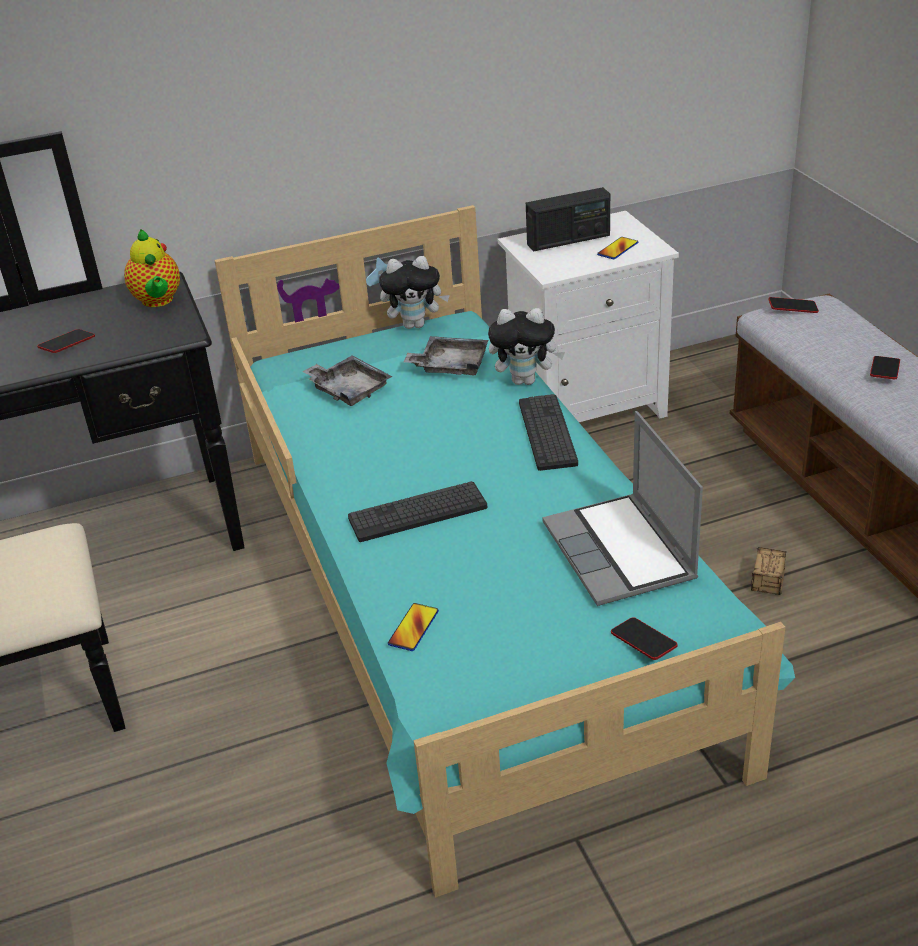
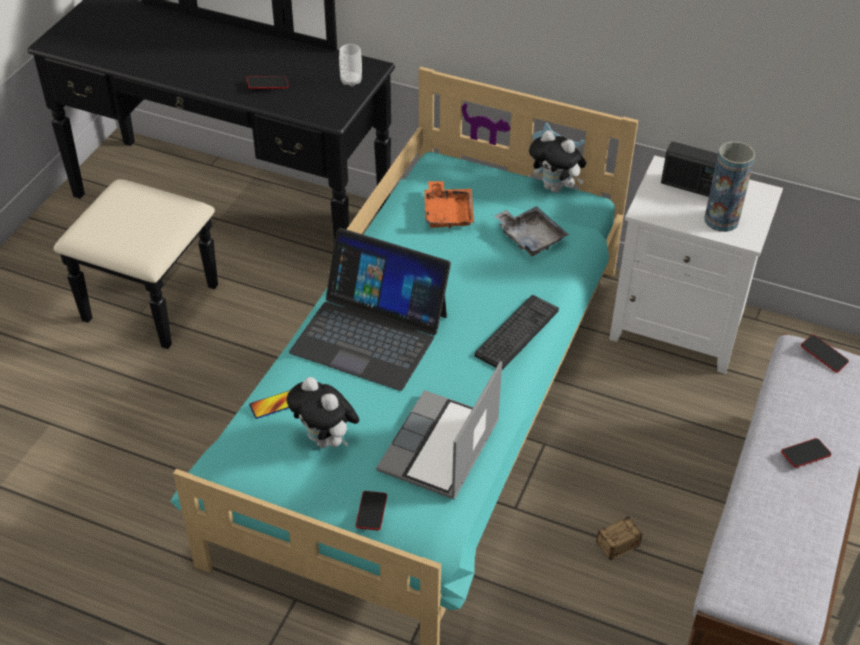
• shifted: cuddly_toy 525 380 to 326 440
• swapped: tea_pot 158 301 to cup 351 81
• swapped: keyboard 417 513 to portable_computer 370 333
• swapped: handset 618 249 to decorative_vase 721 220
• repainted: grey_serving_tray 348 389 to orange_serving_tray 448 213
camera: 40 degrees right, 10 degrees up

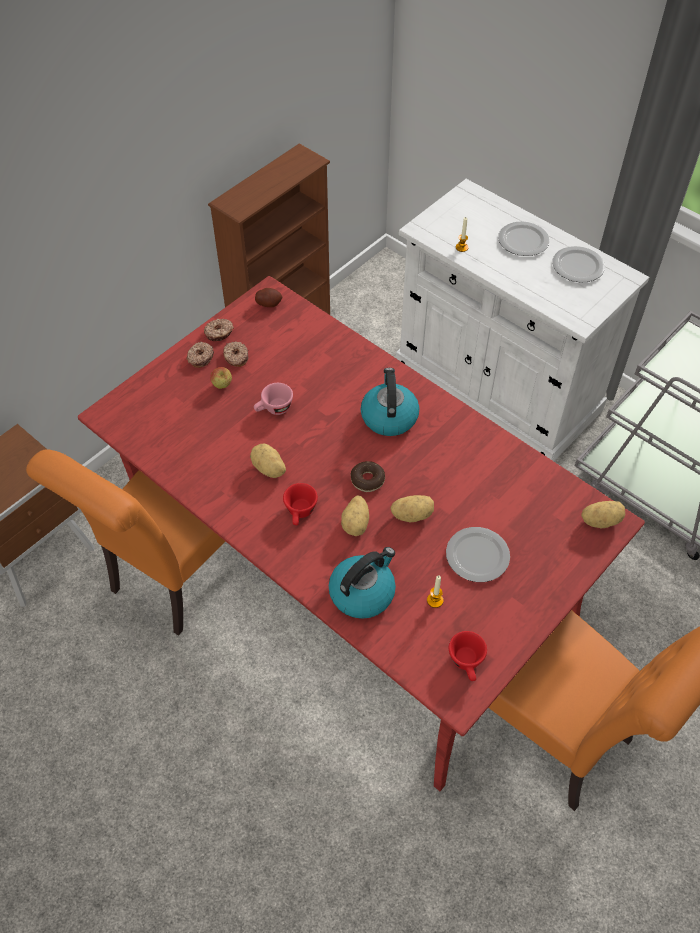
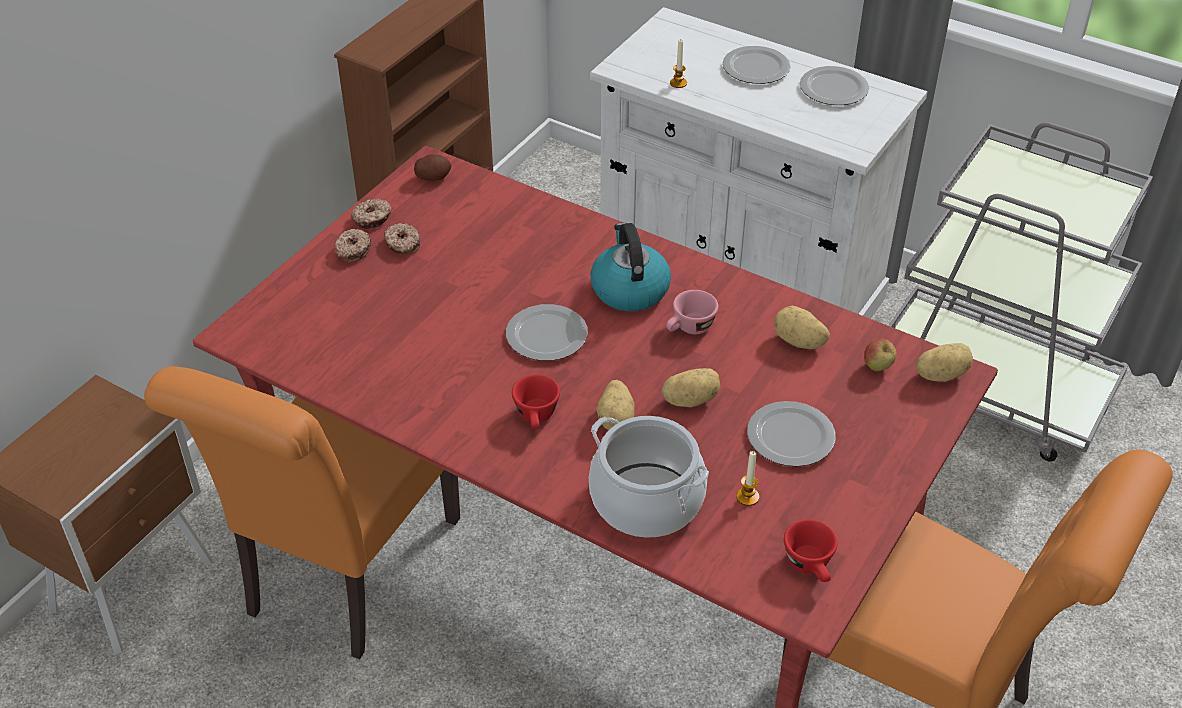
• gone: donut 367 480
• new: flat_dish 546 334
• shifted: apple 222 385 to 877 367
• shifted: spud 268 469 to 799 342
• shifted: pink-coloured_cup 274 409 to 689 329
• swapped: kettle 362 592 to cooking_pot 646 501
camera: 10 degrees left, 10 degrees down

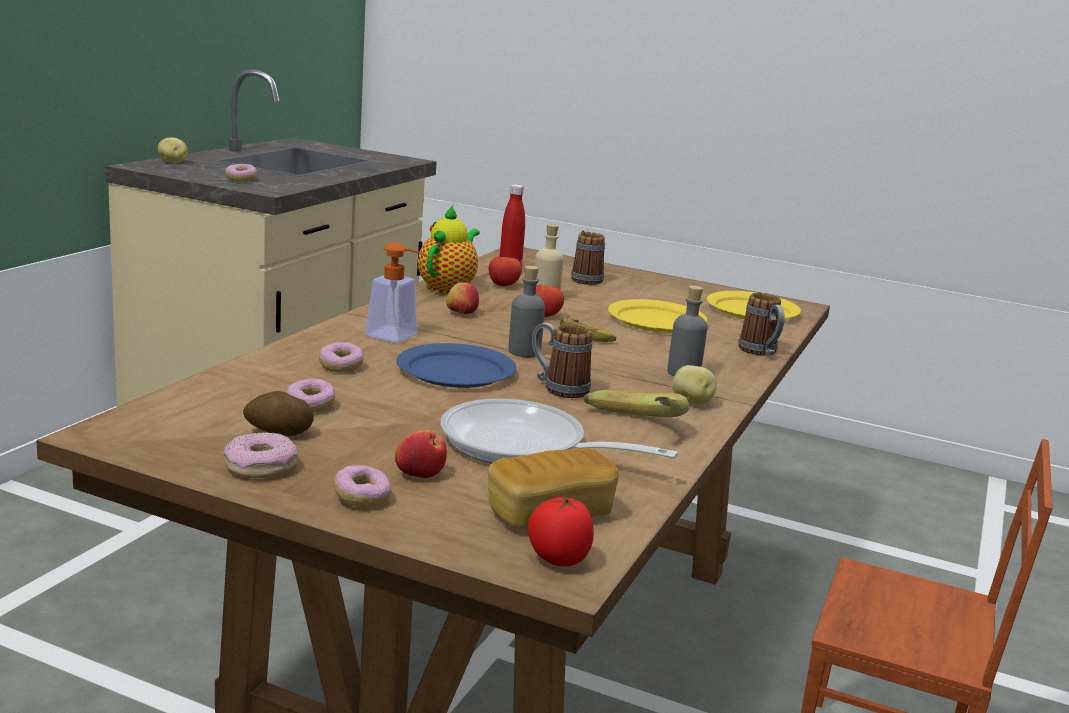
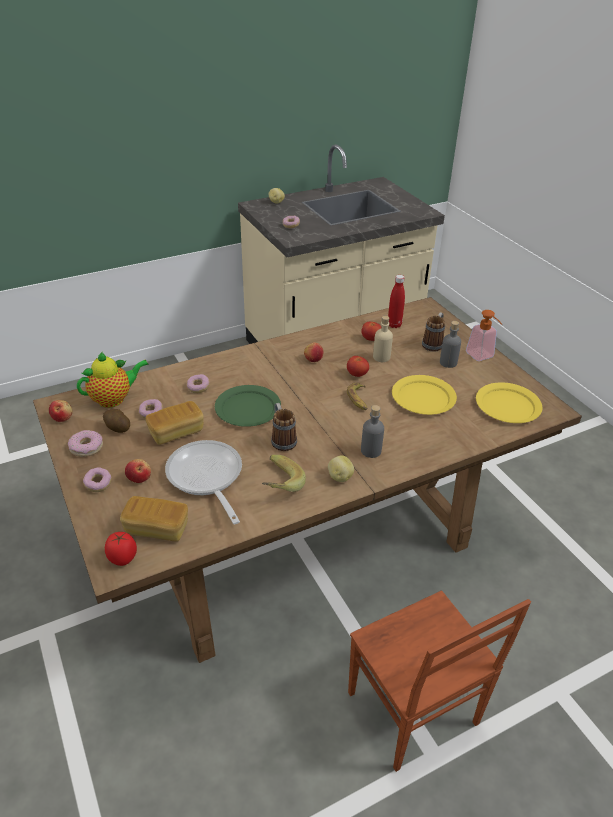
• gone: coffee_mug 761 352
• new: apple 62 417
• new: baked_bread 176 432
• shifted: soap_dispenser 399 338 to 482 357
• shifted: tea_pot 448 288 to 114 399
• shifted: grey_drink_bottle 524 351 to 448 362
• repainted: bluish_flat_dish 456 371 to green-coloured_flat_dish 248 409
camera: 40 degrees right, 20 degrees up

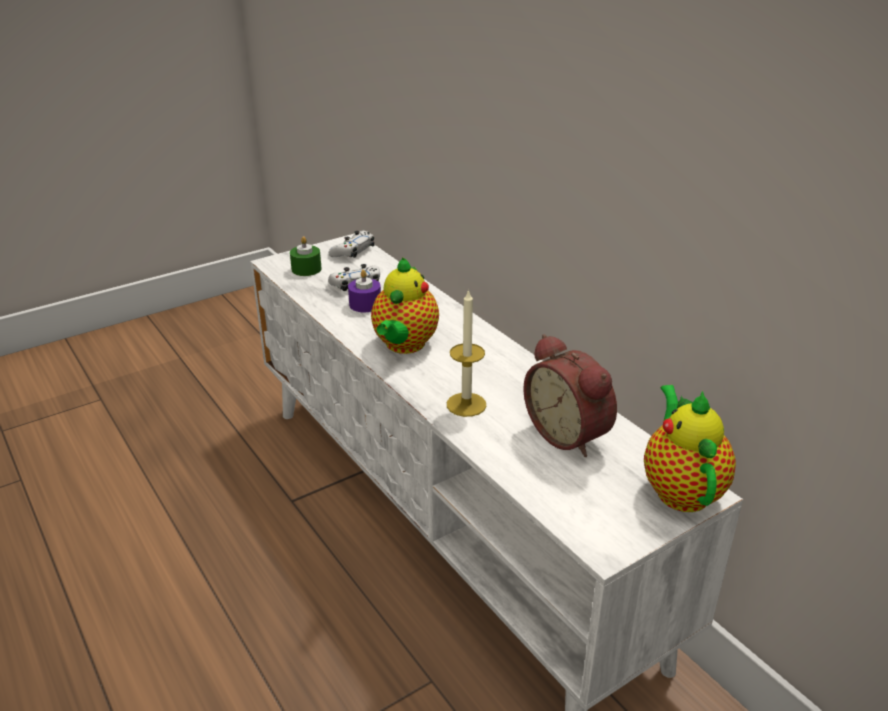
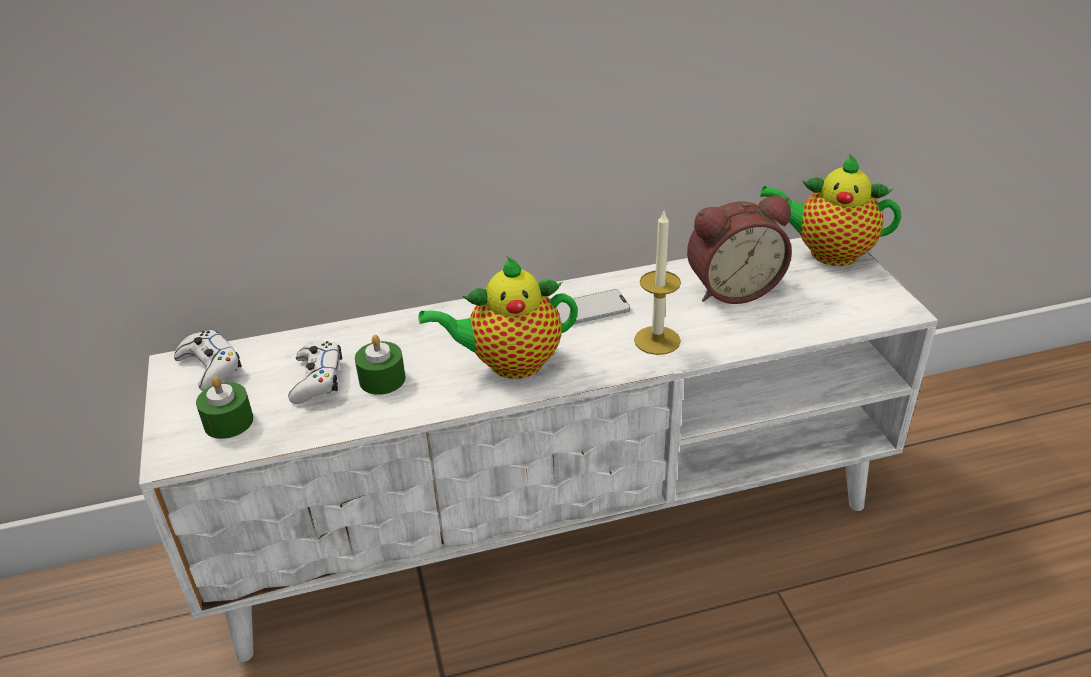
• new: handset 588 310
• repainted: purple_candle 365 304 to green-coloured_candle 382 379
• rotated: tea_pot 404 345 = 509 363 135 degrees clockwise
camera: 70 degrees left, 5 degrees up

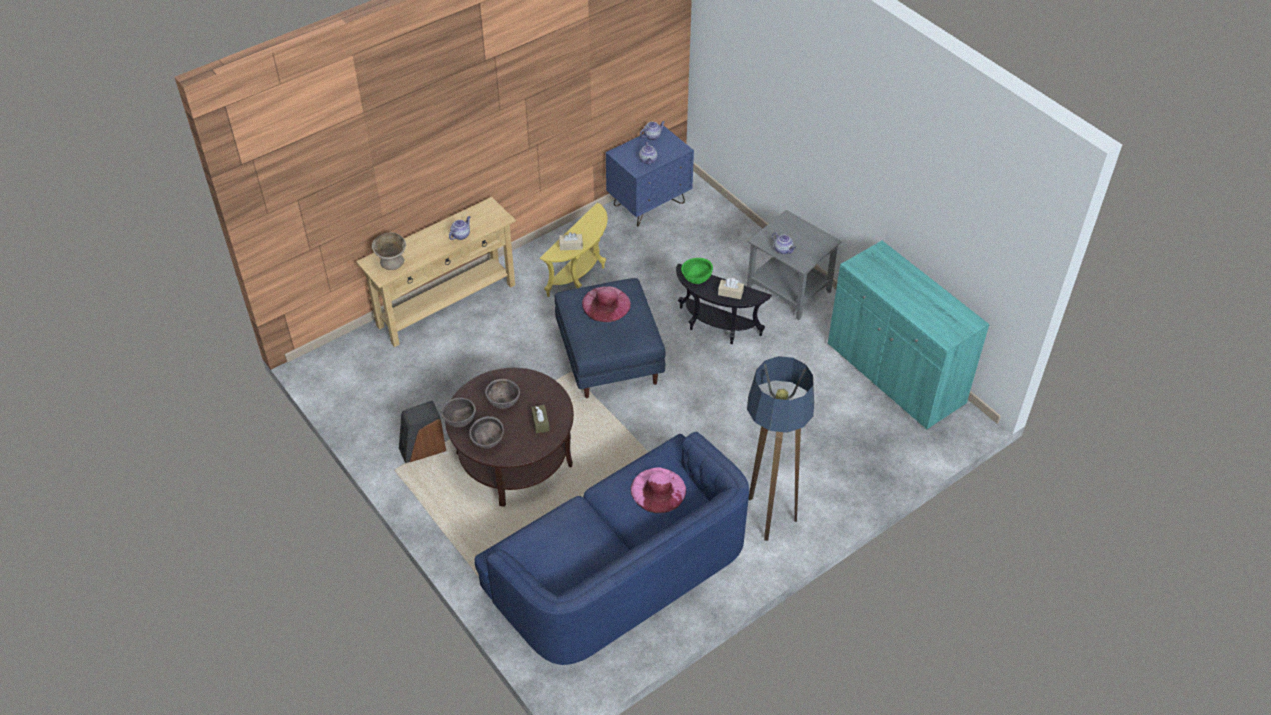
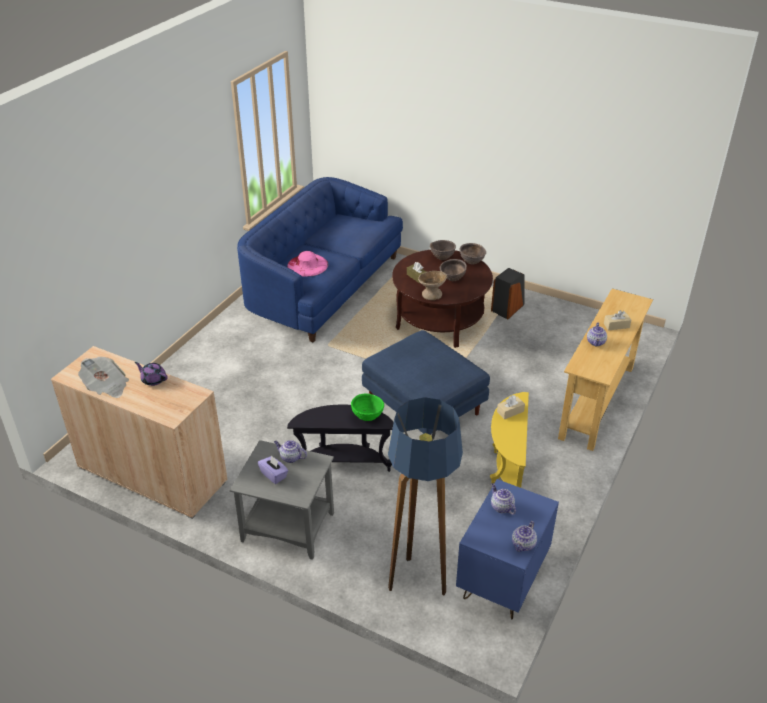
• gone: pink-coloured_hat 606 304
• new: printed_paper 106 387
• new: purple_tea_pot 153 380
• new: purple_tissue_holder 274 475
• shifted: sand-coloured_deep_dish 392 262 to 432 294
• shifted: sand-coloured_tissue_holder 730 293 to 616 325
• shifted: floor_lamp 766 515 to 419 582
• repainted: blue-green_cabinet 895 374 to sand-coloured_cabinet 152 474
camera: 155 degrees right, 10 degrees down

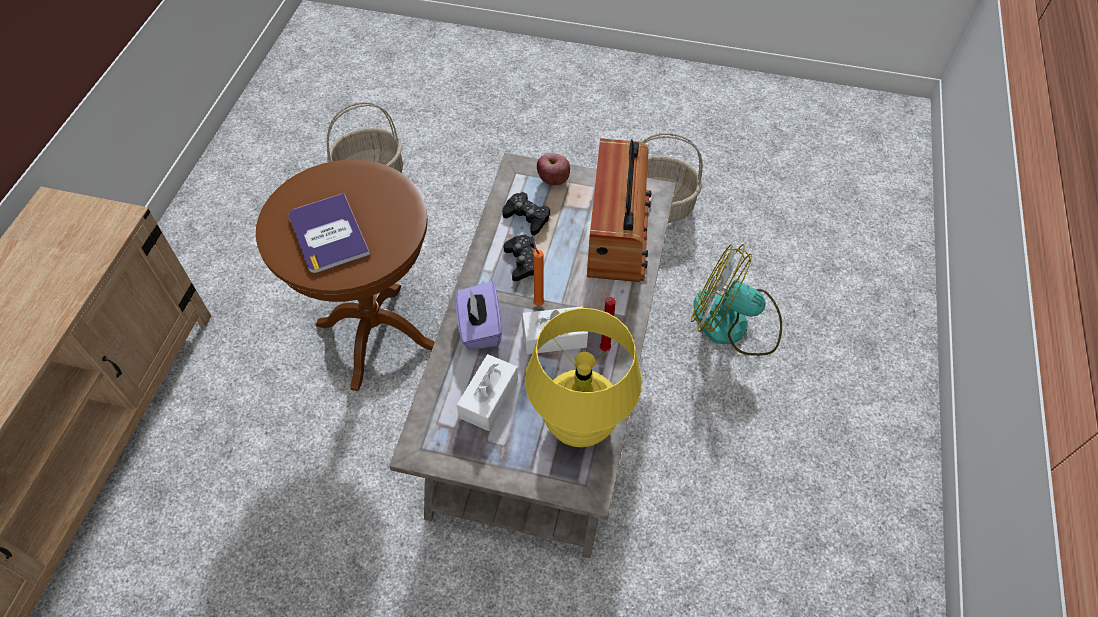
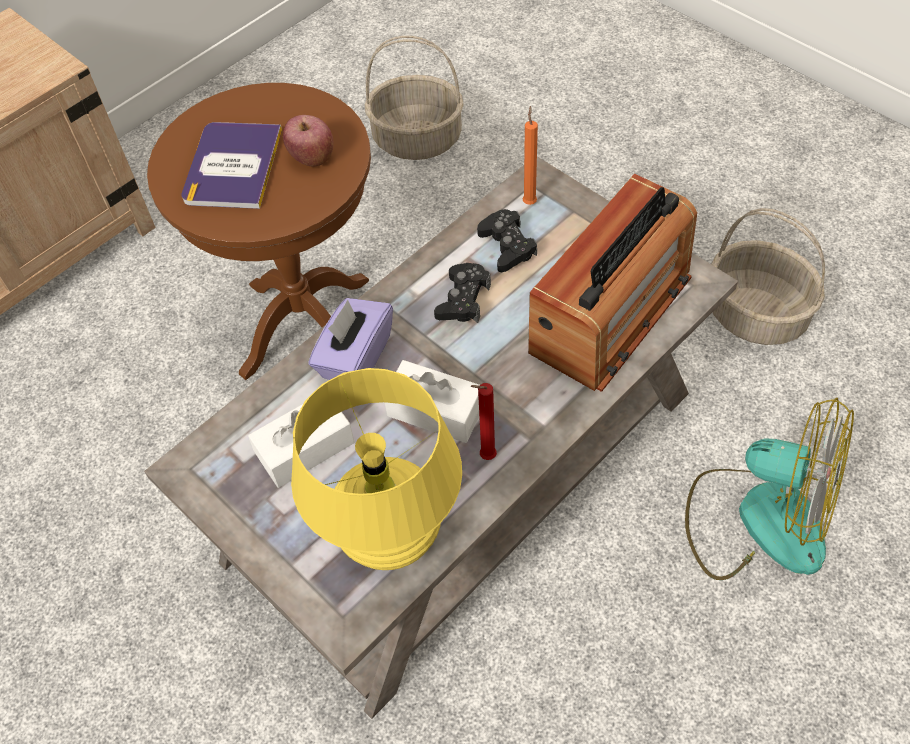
• shifted: orange_candle 537 302 to 529 201
• shifted: apple 553 180 to 312 157
• rotated: electric_fan 733 324 = 759 518 150 degrees clockwise
camera: 35 degrees right, 0 degrees up

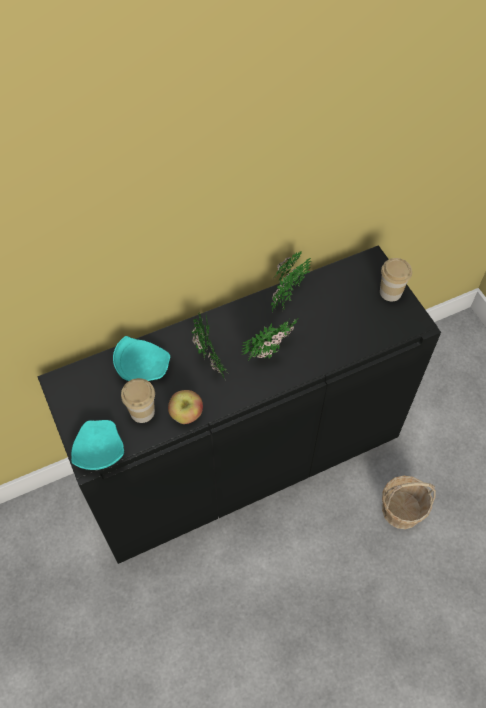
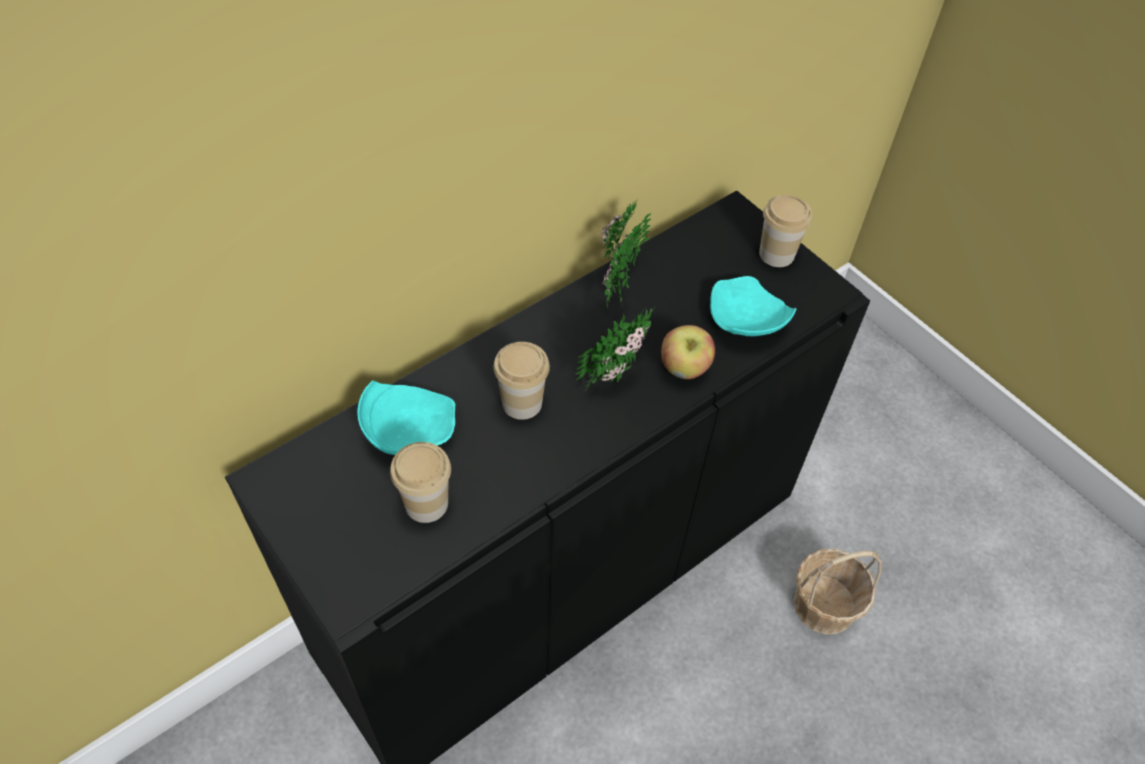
• shifted: blue-green_flat_dish 98 451 to 744 321
• shifted: apple 186 414 to 684 368
• swapped: plant_in_a_pot 210 362 to cup 522 403
camera: 15 degrees left, 5 degrees down

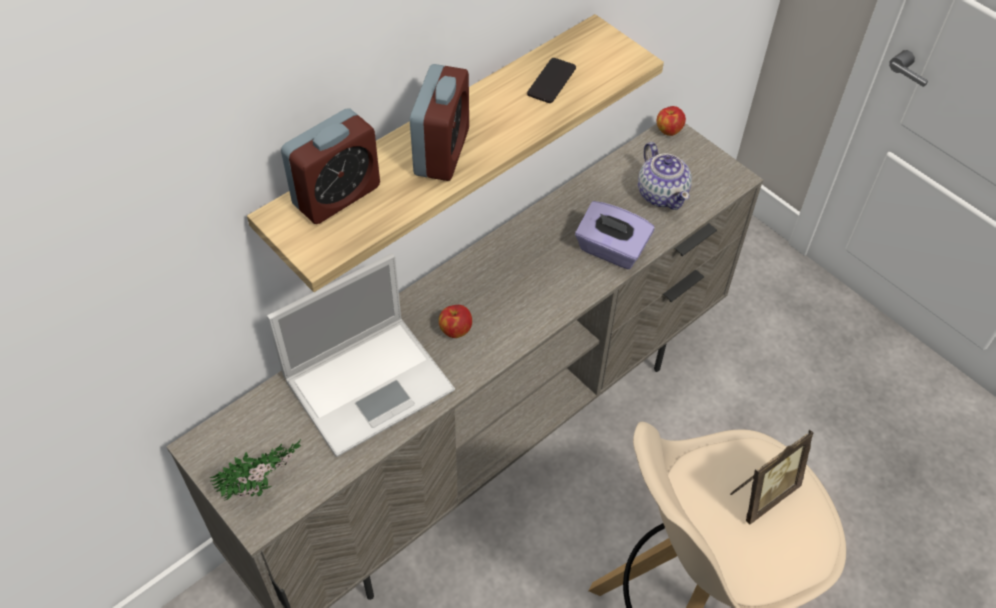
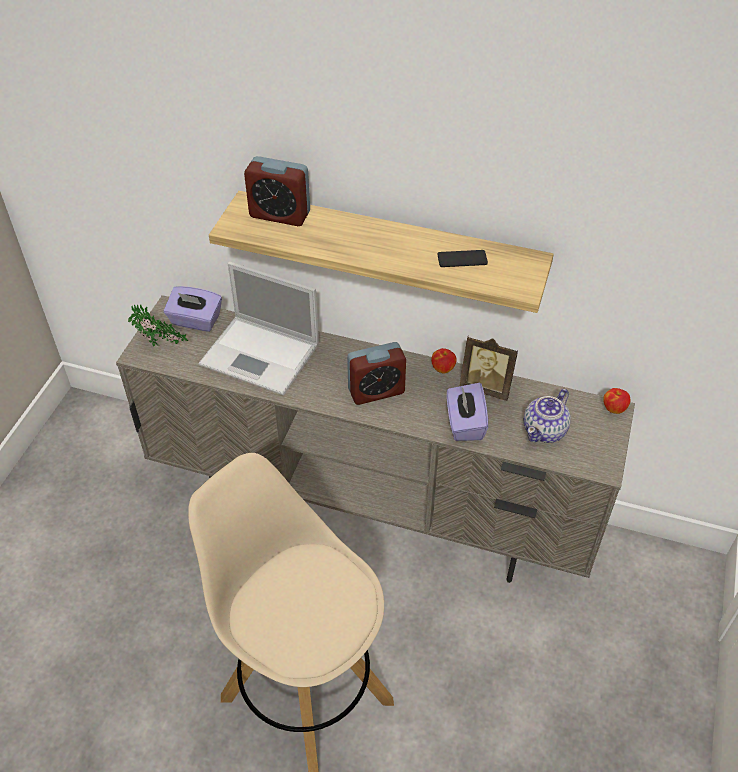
• new: purple_tissue_holder 195 321
• shifted: bedside_clock 442 152 to 376 391
• shifted: apple 455 330 to 443 368
• shifted: picture_frame 761 494 to 486 387
camera: 60 degrees right, 5 degrees down

